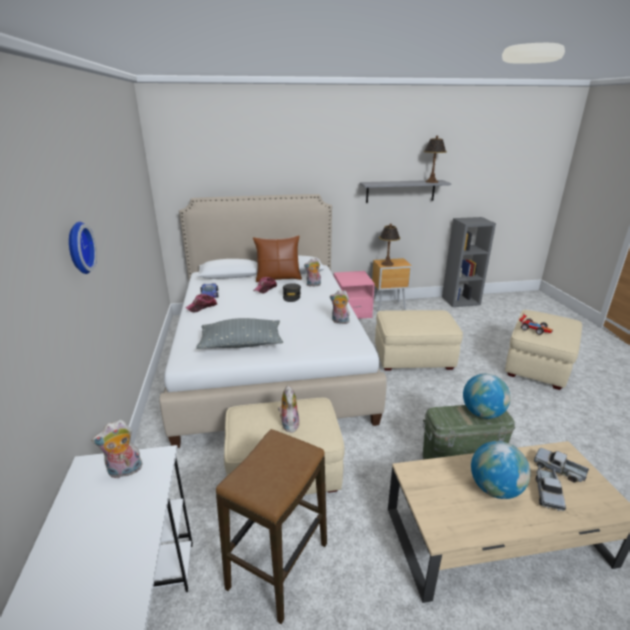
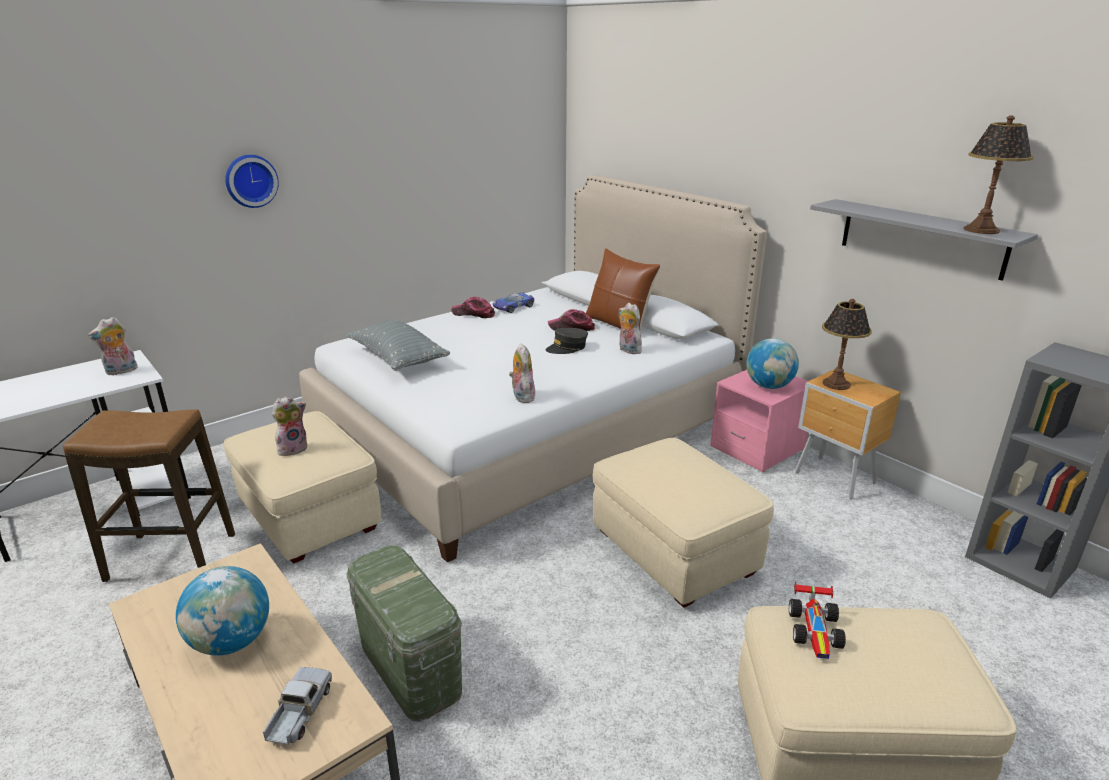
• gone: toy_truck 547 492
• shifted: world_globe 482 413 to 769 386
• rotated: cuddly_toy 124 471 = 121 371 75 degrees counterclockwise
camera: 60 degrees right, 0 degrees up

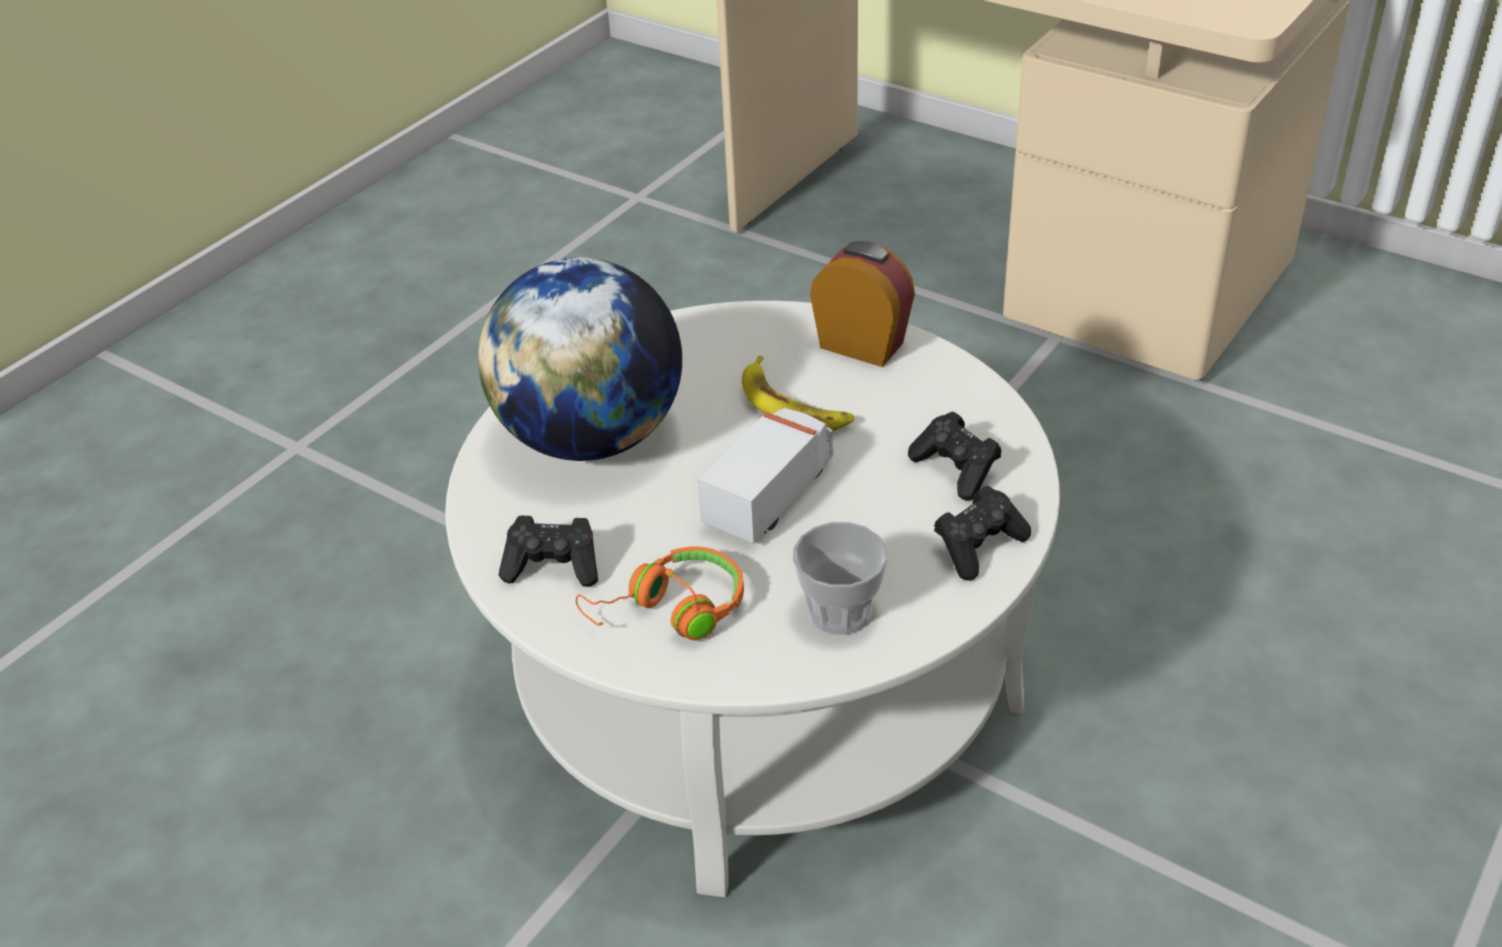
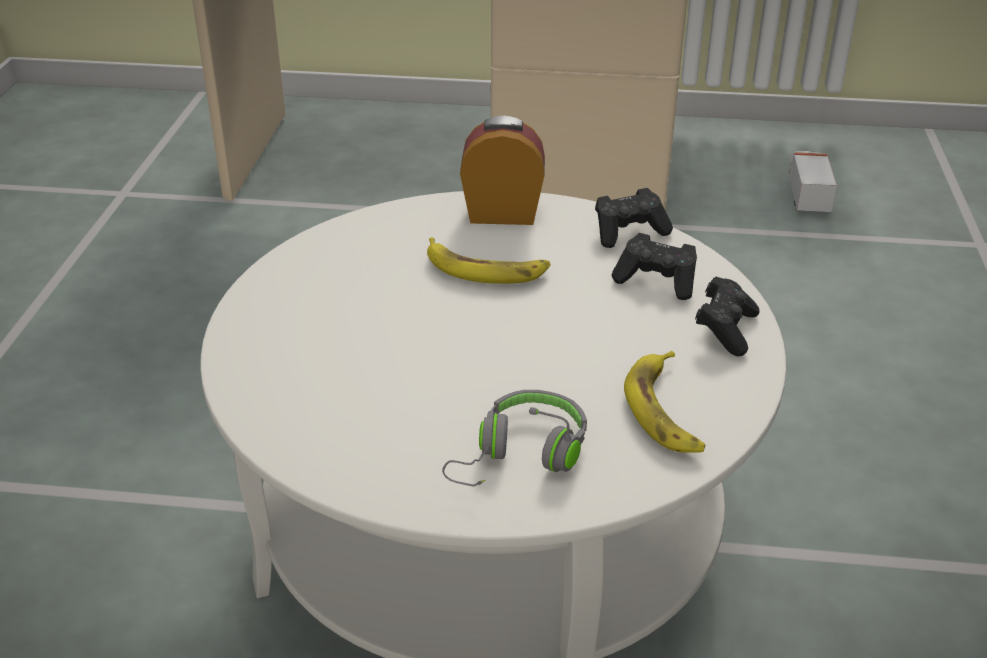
• gone: world_globe 591 437
• shifted: black-coloured_joypad 554 566 to 629 232
• shifted: toy_truck 771 494 to 807 195
• swapped: cup 840 612 to banana_fruit 665 411
• repainted: orange_headphones 671 611 to grey_headphones 521 455
camera: 30 degrees left, 5 degrees down

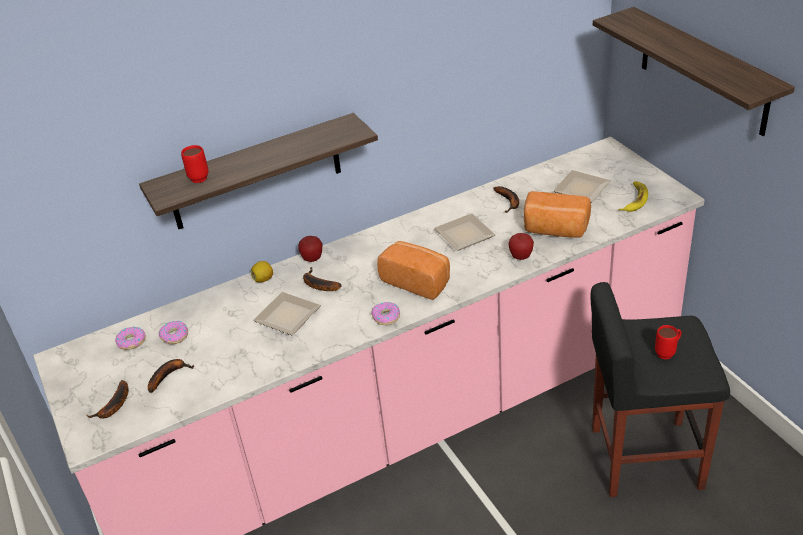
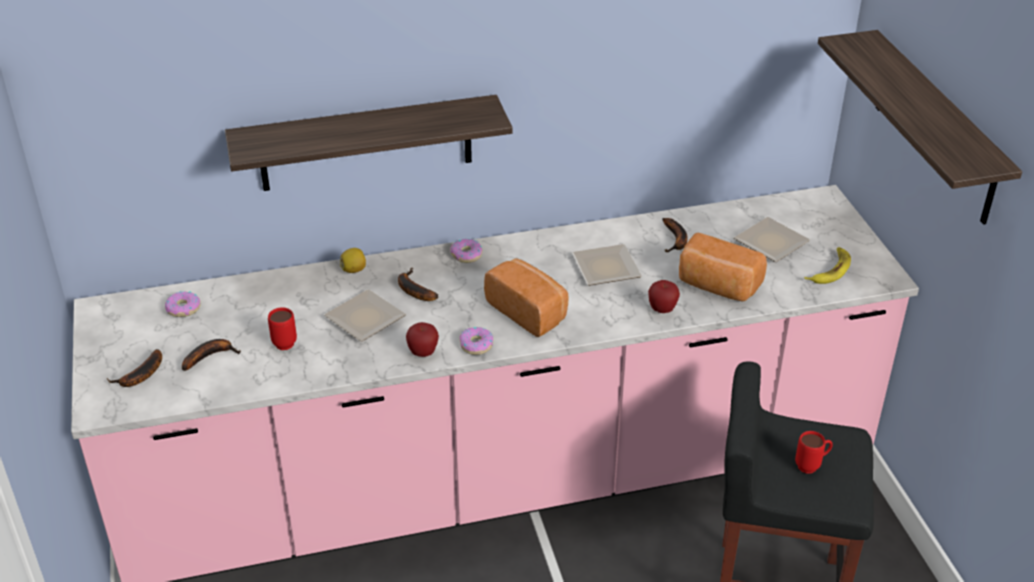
• shifted: donut 174 336 to 466 255
• shifted: reddish_coffee_mug 199 176 to 286 341
• shifted: apple 312 259 to 423 353
camera: 10 degrees right, 0 degrees up

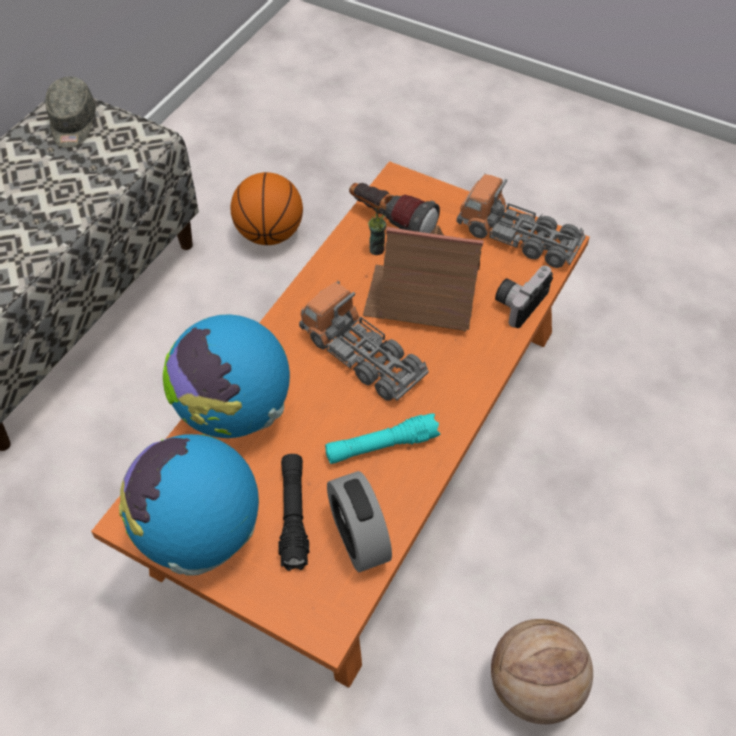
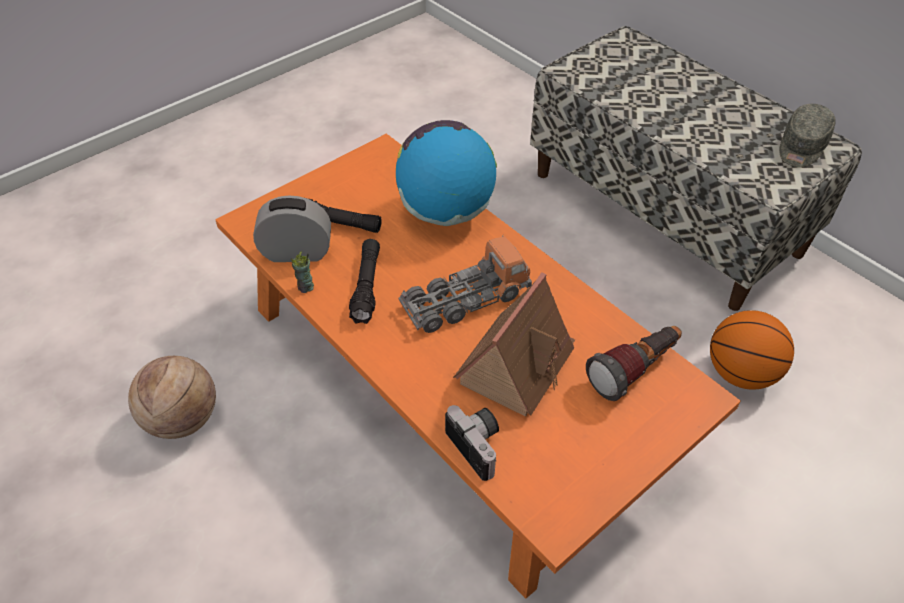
• gone: world_globe 200 533
• gone: toy_truck 518 237
• shifted: cup 377 249 to 305 287
• repainted: blue-green_hand_torch 381 446 to black-coloured_hand_torch 367 286
• rotated: grey_peaked_cap 73 124 = 801 147 75 degrees counterclockwise
camera: 110 degrees right, 5 degrees down

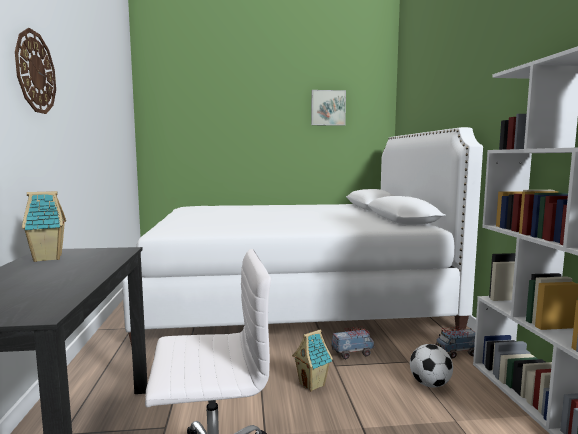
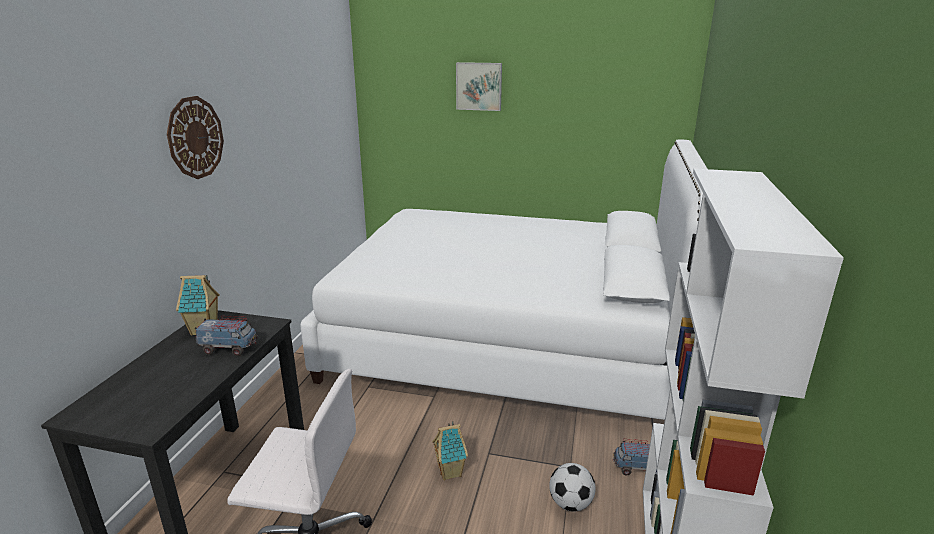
• shifted: picture 328 108 to 479 86
• shifted: toy_truck 352 353 to 229 349
camera: 20 degrees right, 15 degrees up

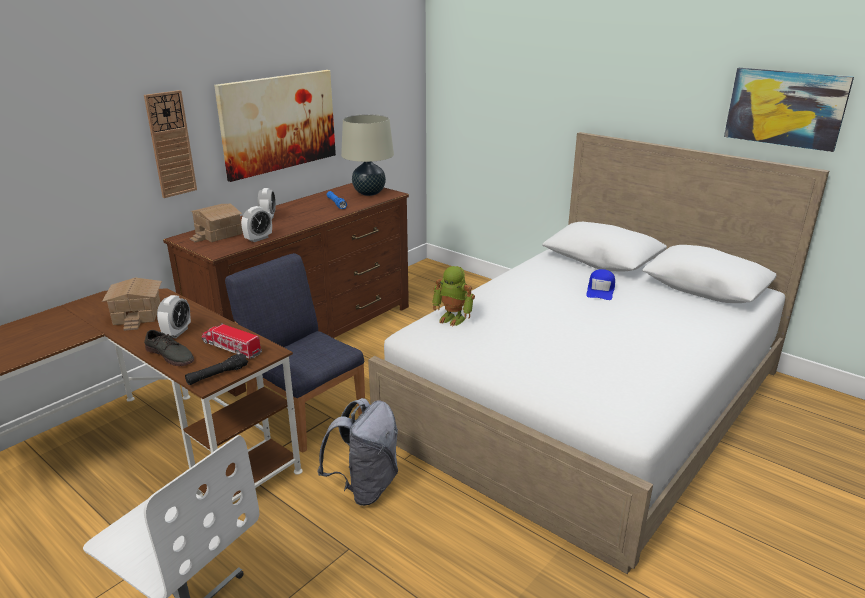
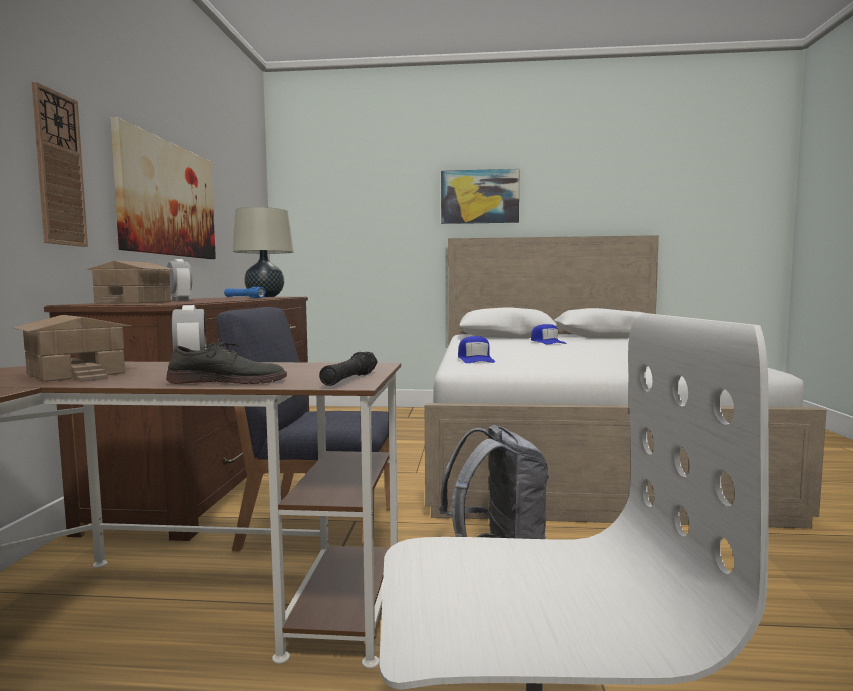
• gone: toy_truck 231 348
• gone: bedside_clock 258 239
• shifted: picture 785 108 to 479 197
• swapped: toy_robot 453 318 to bluish_peaked_cap 475 359
camera: 35 degrees left, 20 degrees down

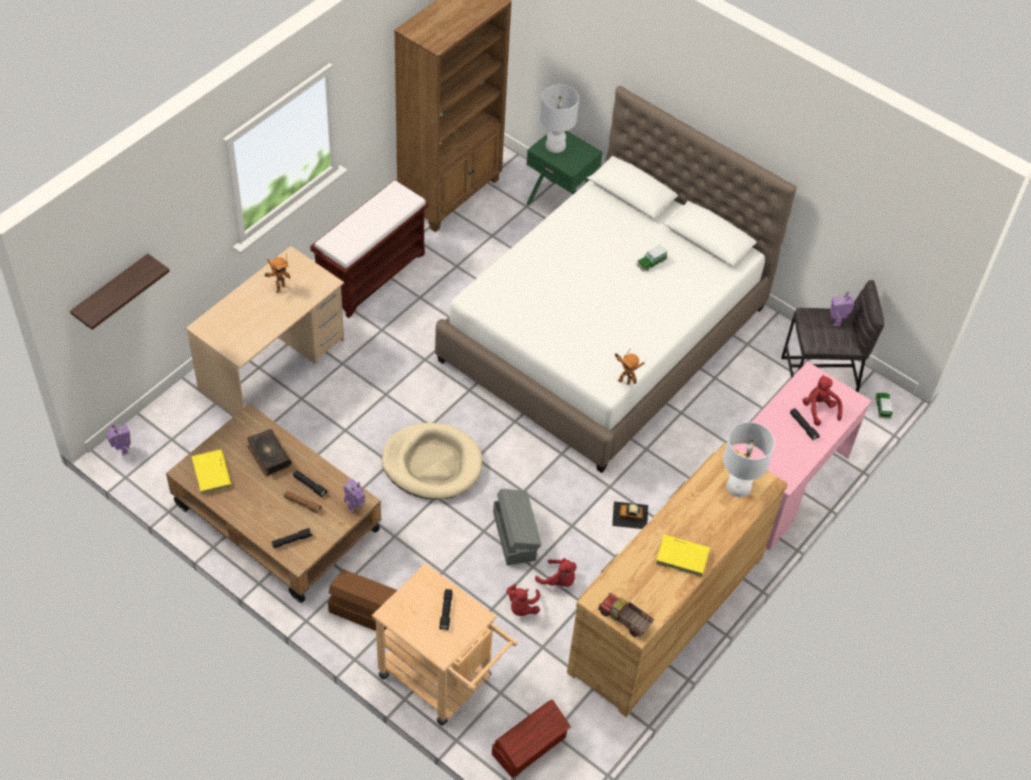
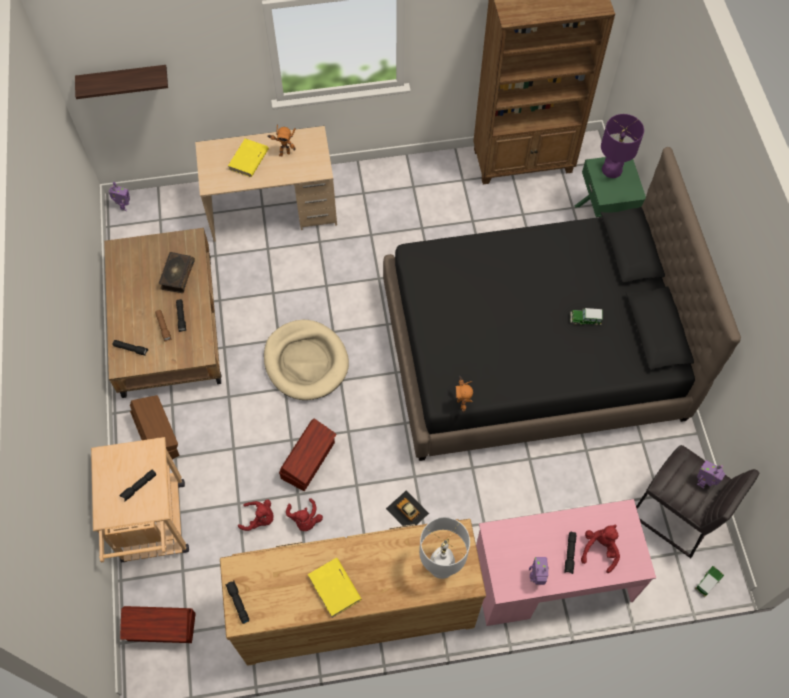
• gone: brownish_bench 372 274
• shifted: yellow_book 212 474 to 248 160
• shifted: toy_robot 355 507 to 536 578
• swapped: toy_truck 624 620 to black-coloured_hand_torch 237 602
• repainted: white-coloured_bedroom_bed 604 334 to black-coloured_bedroom_bed 531 351
• repainted: grey_storage_container 515 535 to brownish_storage_container 309 460
• repainted: white-coloured_lamp_for_a_table 556 145 to purple_lamp_for_a_table 612 170
• rotated: reddish_cuddly_toy 522 607 = 260 519 135 degrees counterclockwise
camera: 45 degrees right, 10 degrees up

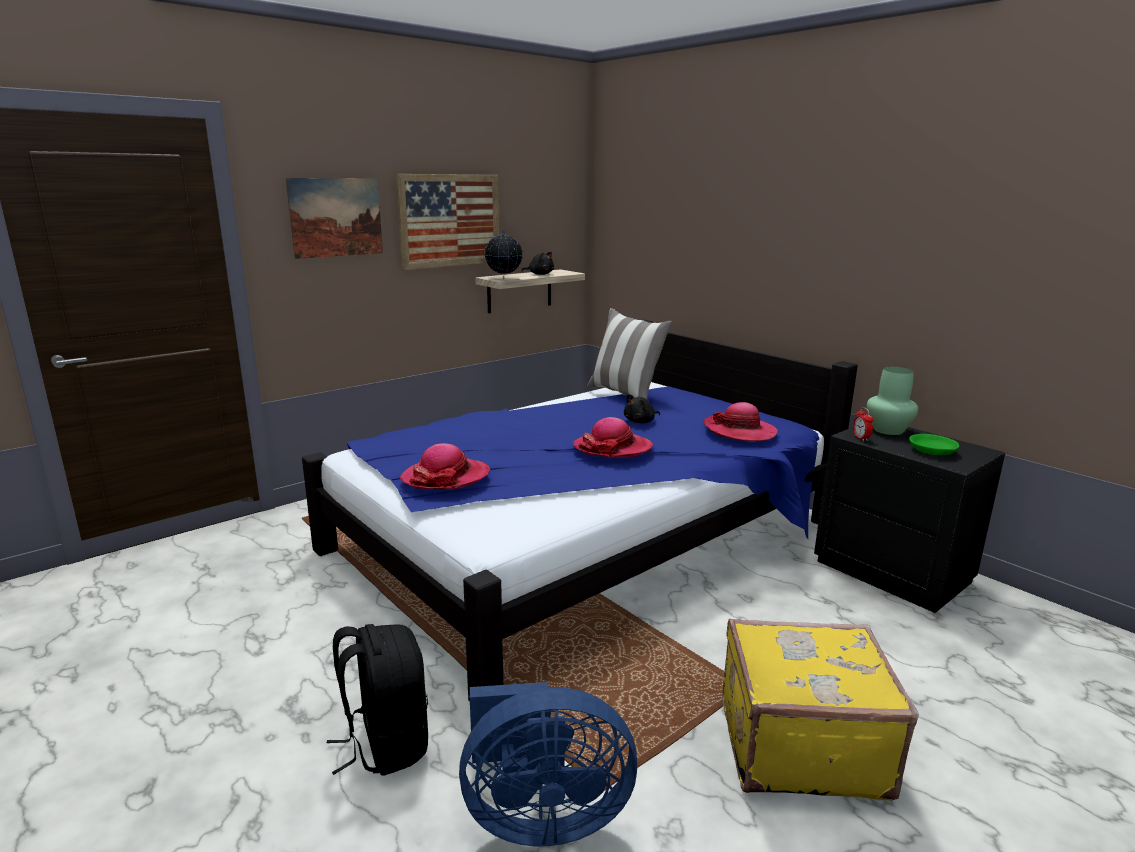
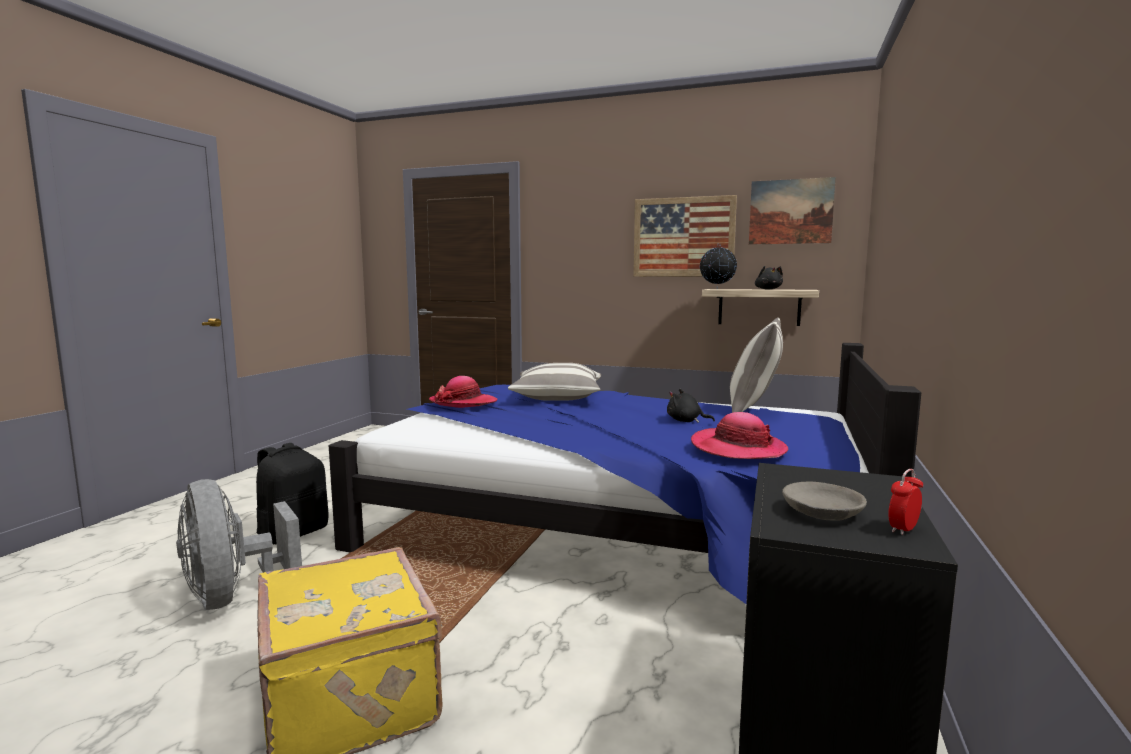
• gone: hat 612 448
• gone: green-coloured_decorative_vase 887 430
• new: cushion 557 397
• shifted: picture 336 217 to 790 211
• shifted: bedside_clock 860 438 to 903 529
• repainted: bluish_electric_fan 540 816 to grey_electric_fan 233 595
• repainted: green-coloured_deep_dish 932 451 to grey_deep_dish 821 512
camera: 60 degrees right, 10 degrees down

